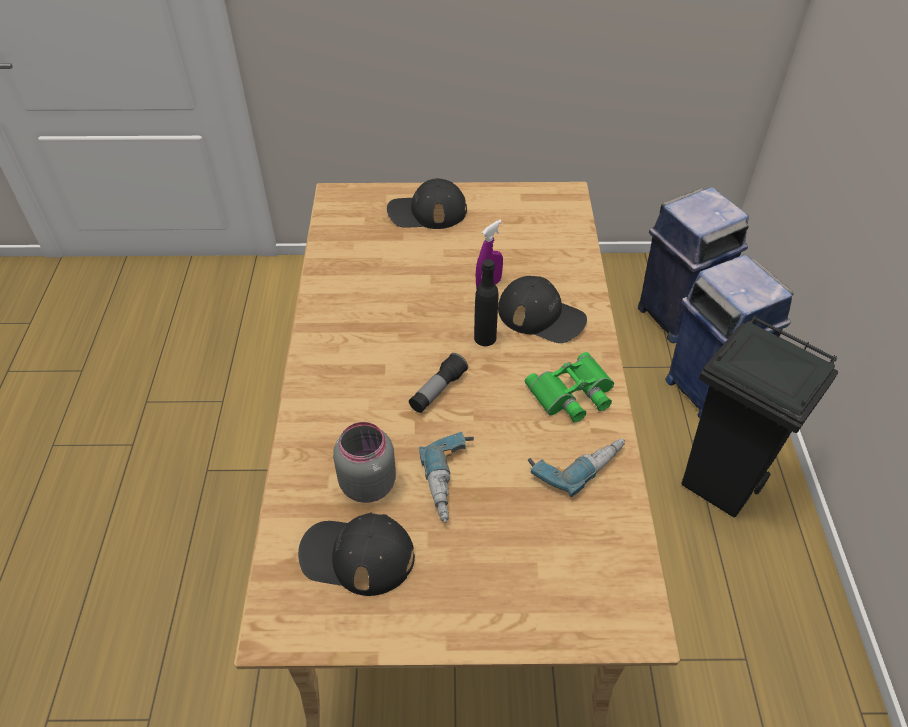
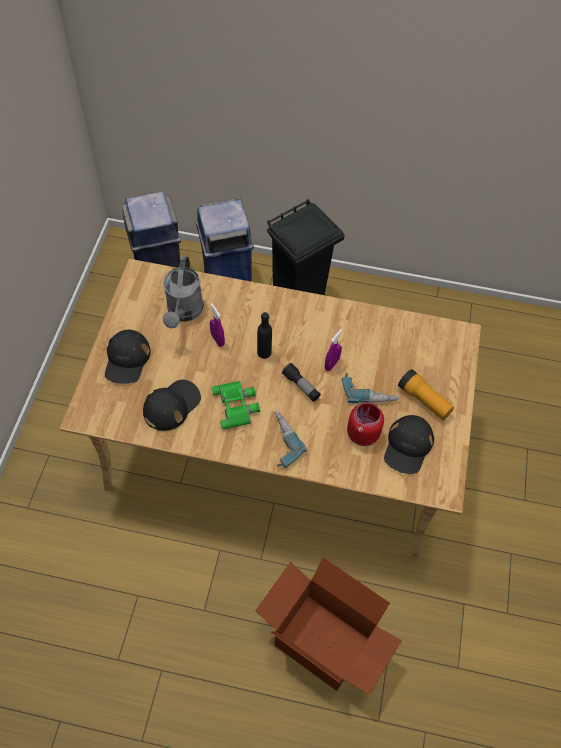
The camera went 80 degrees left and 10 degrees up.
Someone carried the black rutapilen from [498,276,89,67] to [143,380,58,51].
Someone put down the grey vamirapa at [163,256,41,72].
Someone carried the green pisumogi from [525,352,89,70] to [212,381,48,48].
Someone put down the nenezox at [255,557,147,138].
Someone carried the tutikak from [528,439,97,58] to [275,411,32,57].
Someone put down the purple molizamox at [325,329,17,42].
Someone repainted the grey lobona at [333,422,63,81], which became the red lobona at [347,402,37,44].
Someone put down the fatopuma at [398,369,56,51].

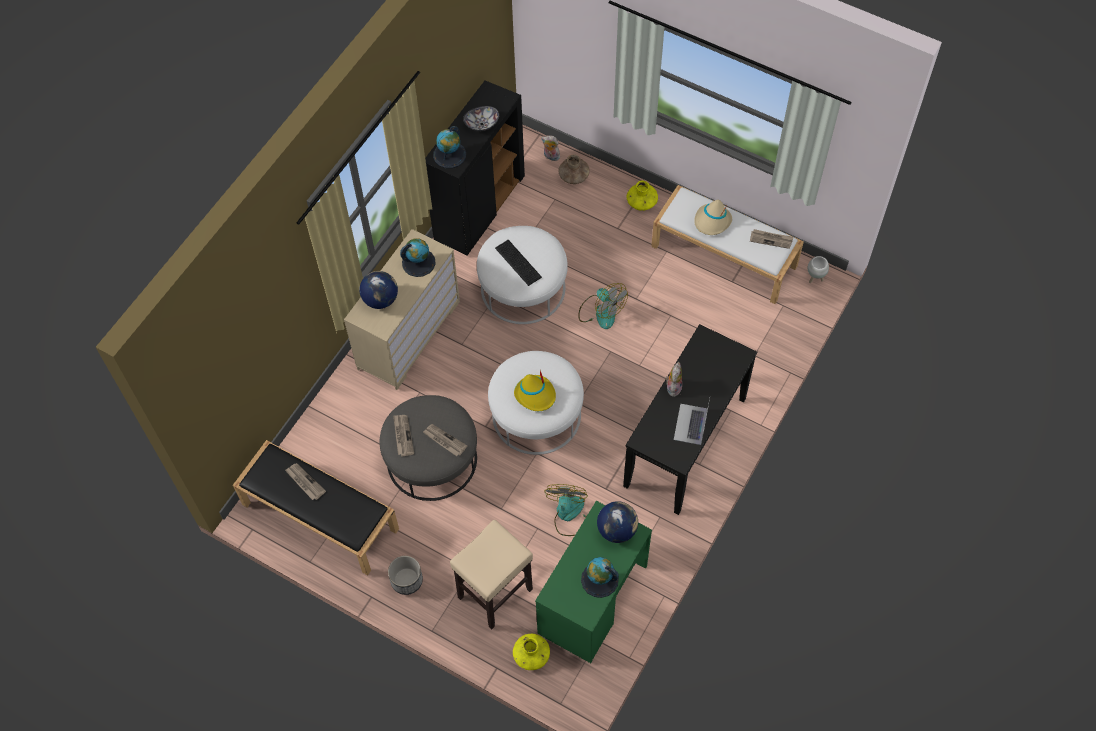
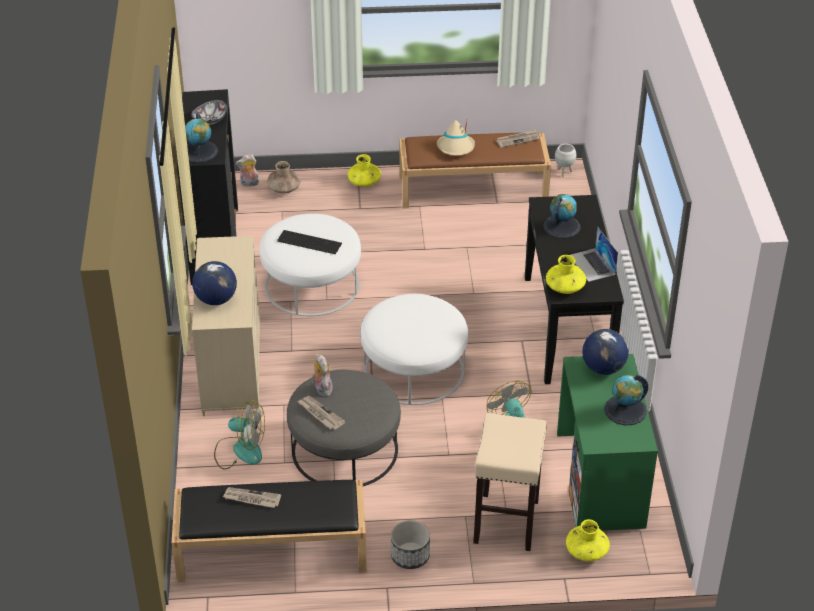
The camera went 35 degrees left and 20 degrees down.
Someone carried the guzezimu from [578,283,50,46] to [214,400,51,70].
Someone carried the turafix from [666,362,16,35] to [312,354,20,42].
Someone repainted the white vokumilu at [651,185,153,119], which became the brown vokumilu at [399,133,152,76].
Someone carried the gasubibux from [400,238,36,39] to [544,194,36,44].
Someone put down the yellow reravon at [546,255,40,39].
Someone took away the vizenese at [423,424,44,32].
Someone took away the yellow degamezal at [514,370,42,41].

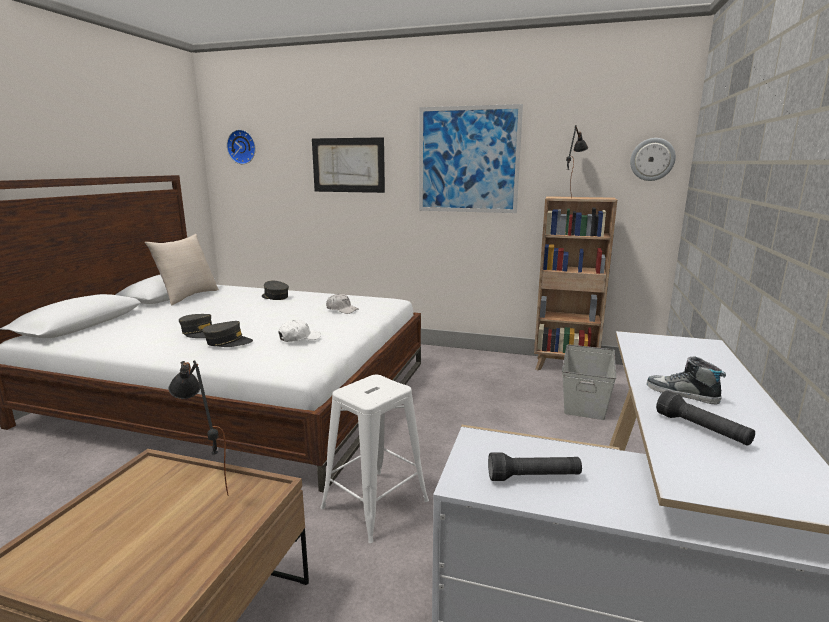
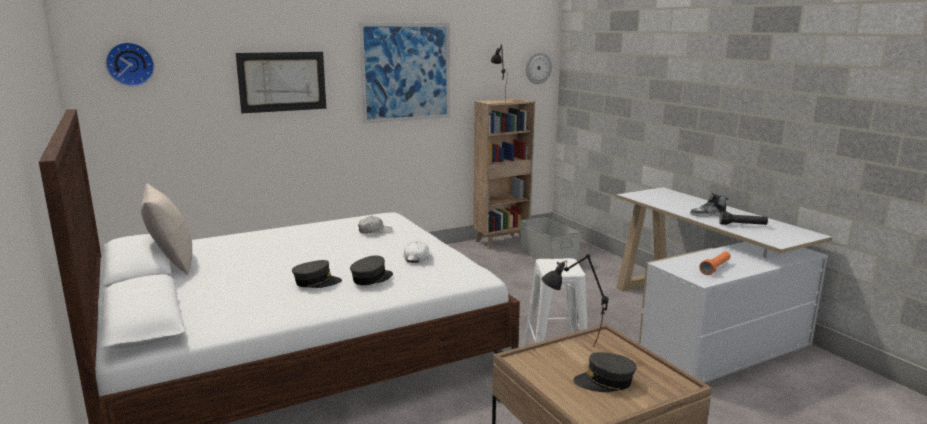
The camera went 45 degrees left and 0 degrees up.
Someone carried the grey rutapilen from [262,281,27,19] to [573,352,64,40].
Someone repainted the black fatopuma at [488,452,94,29], which became the orange fatopuma at [699,252,32,23].

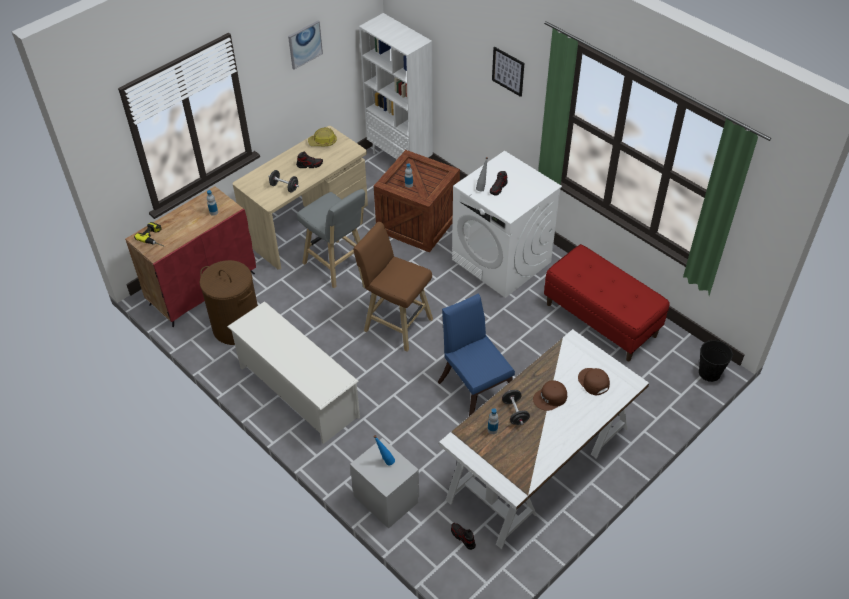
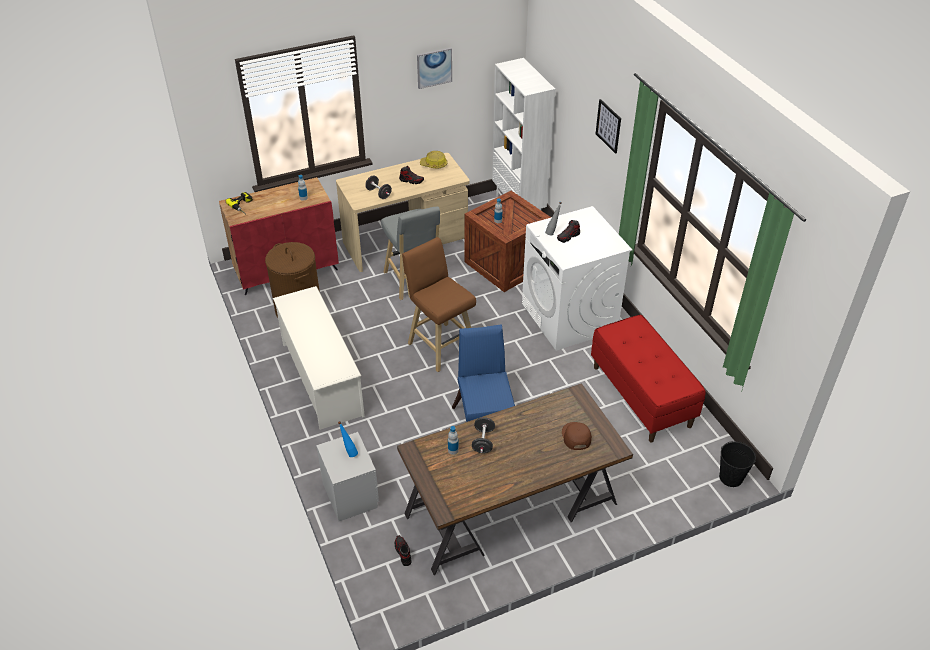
The camera went 20 degrees right and 5 degrees down.
Someone repainted the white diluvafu at [439,329,210,220], which became the brown diluvafu at [397,383,236,192].
Someone took away the brown rutapilen at [533,380,34,31].

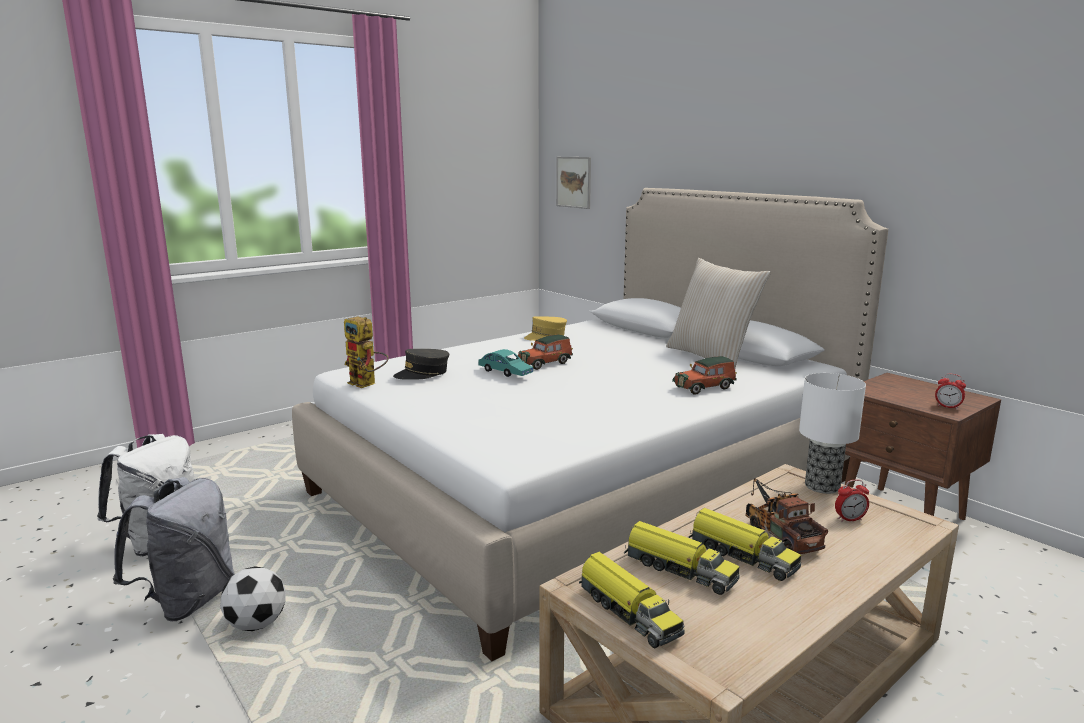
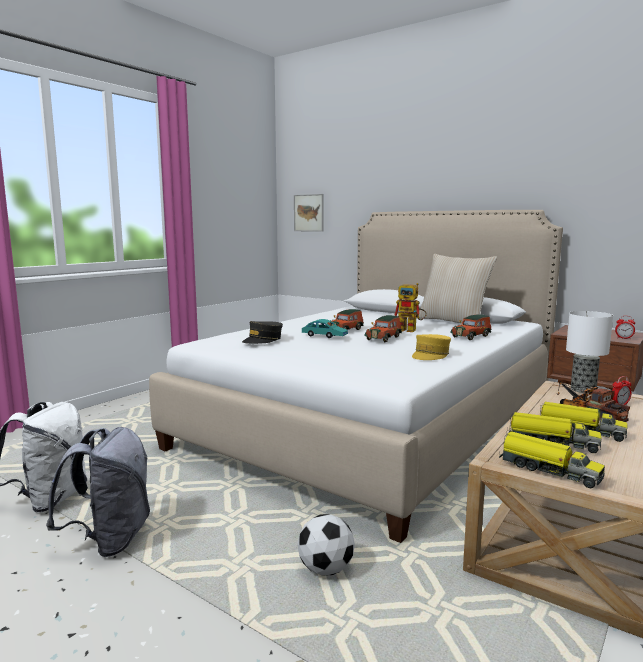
The camera went 15 degrees left and 5 degrees down.
Someone carried the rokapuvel from [220,566,66,65] to [297,514,58,61].
Someone put down the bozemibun at [364,315,38,27].
Someone carried the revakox from [344,317,44,71] to [394,283,33,49].
Someone carried the yellow rutapilen from [524,316,43,25] to [412,334,39,26].

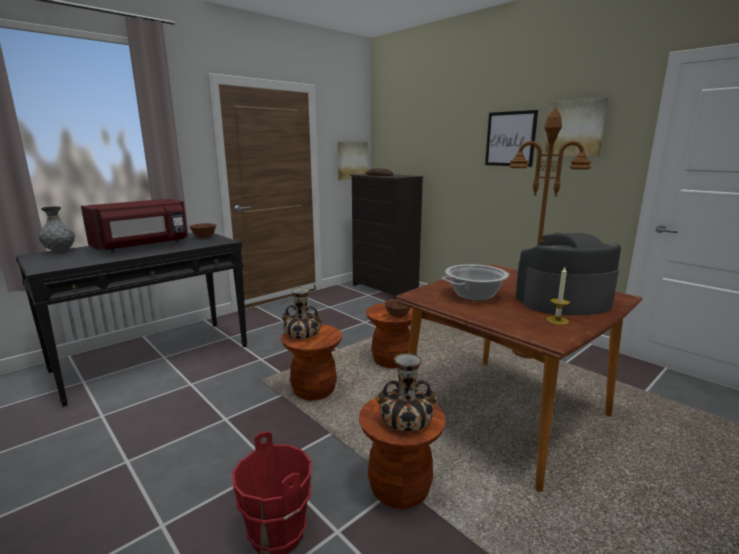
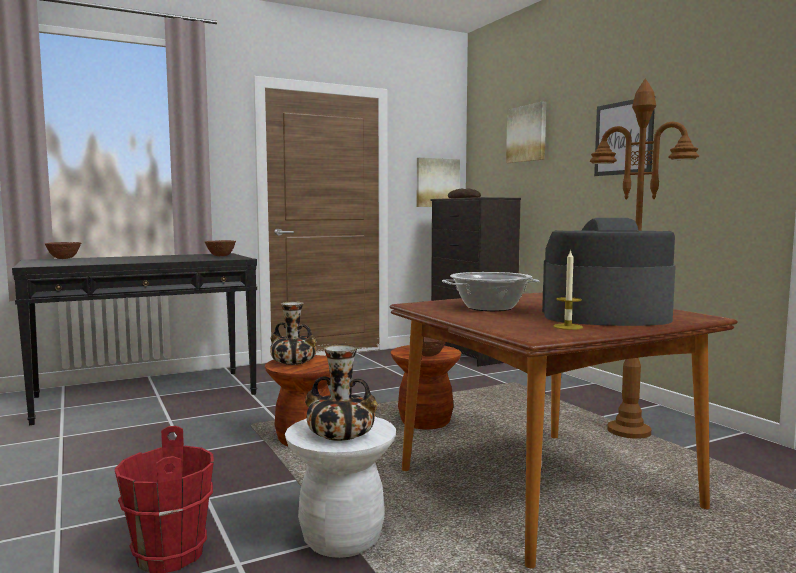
The camera went 15 degrees right and 10 degrees down.
Someone swapped the grey reravon at [39,206,36,46] for the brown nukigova at [45,242,36,17].
Someone repainted the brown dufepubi at [359,398,87,111], which became the white dufepubi at [285,417,111,141].
Someone carried the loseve from [545,97,63,59] to [506,102,40,61].
Someone took away the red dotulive at [81,199,107,53].

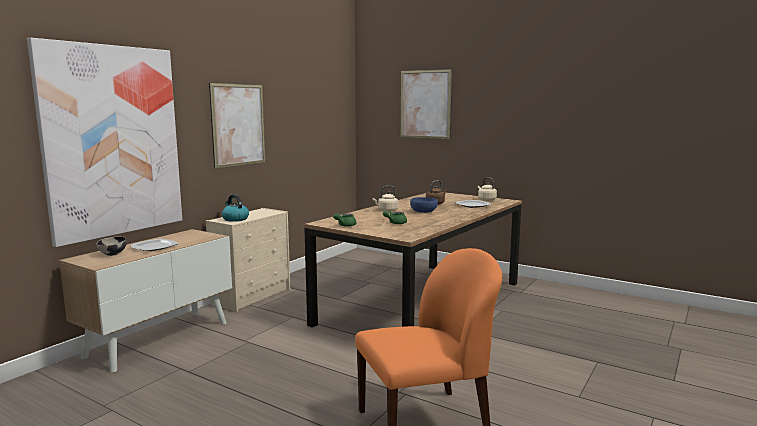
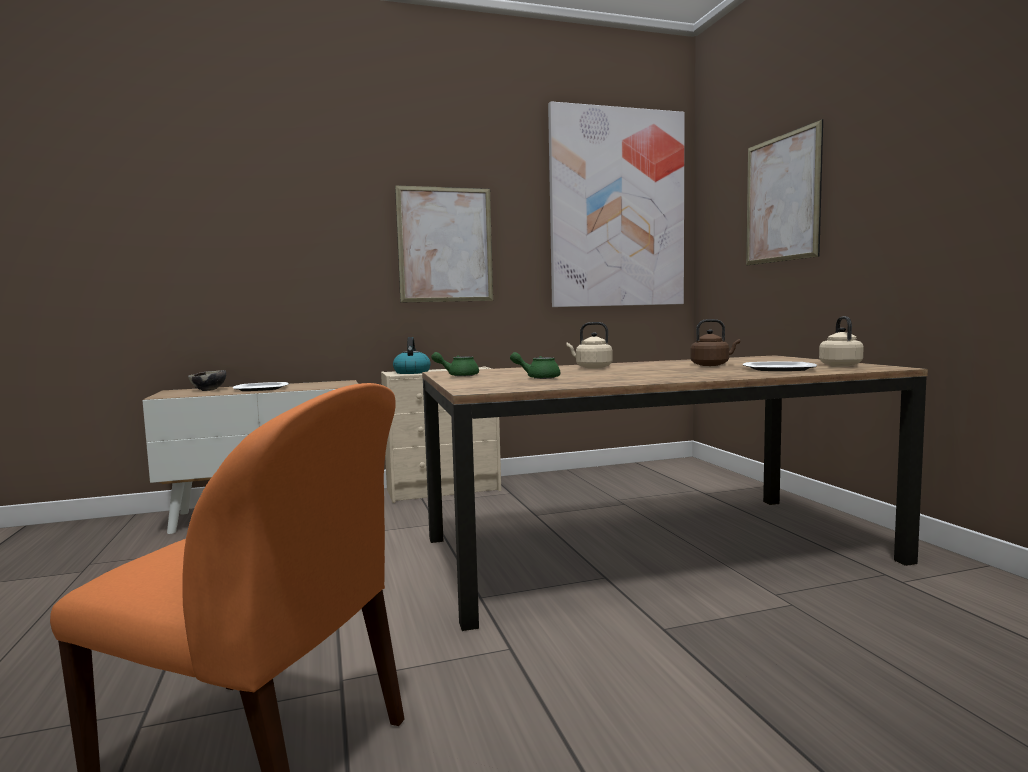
The camera went 40 degrees right and 5 degrees down.
Someone carried the loseve from [27,38,155,209] to [548,101,137,206].
Someone took away the blue nukigova at [410,197,28,16].

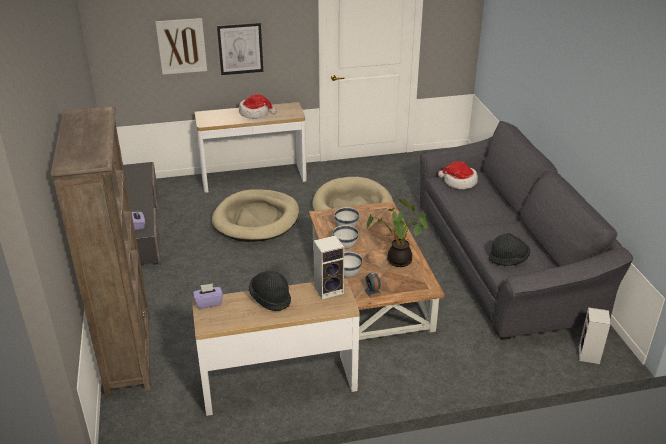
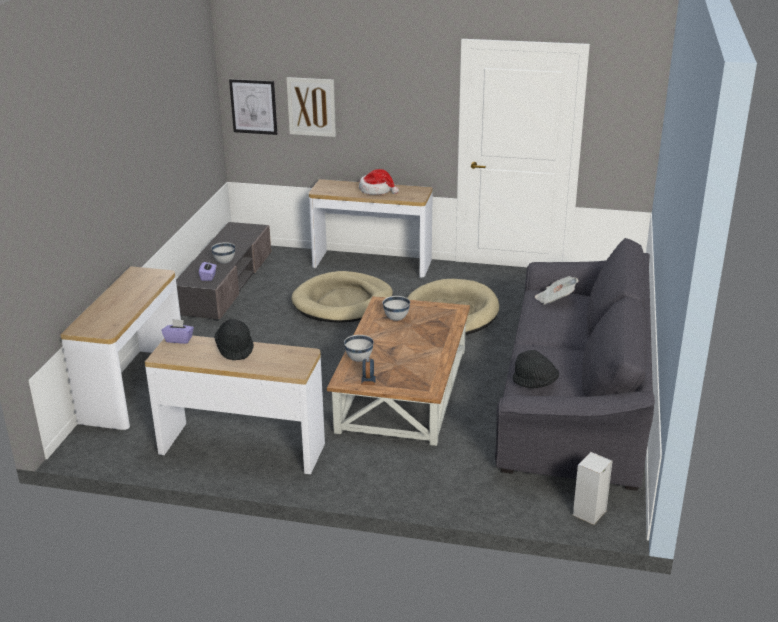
The camera went 25 degrees right and 5 degrees down.
Someone swapped the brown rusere at [51,106,100,291] for the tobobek at [60,266,121,164].
Someone carried the white nukigova from [333,225,26,24] to [211,242,24,22].
Someone carried the loseve from [217,22,46,53] to [229,79,48,56].
Someone swapped the degamezal at [438,161,40,28] for the vizenese at [535,276,44,29].
Someone took away the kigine at [313,235,31,64].
Someone took away the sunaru at [366,198,62,69].

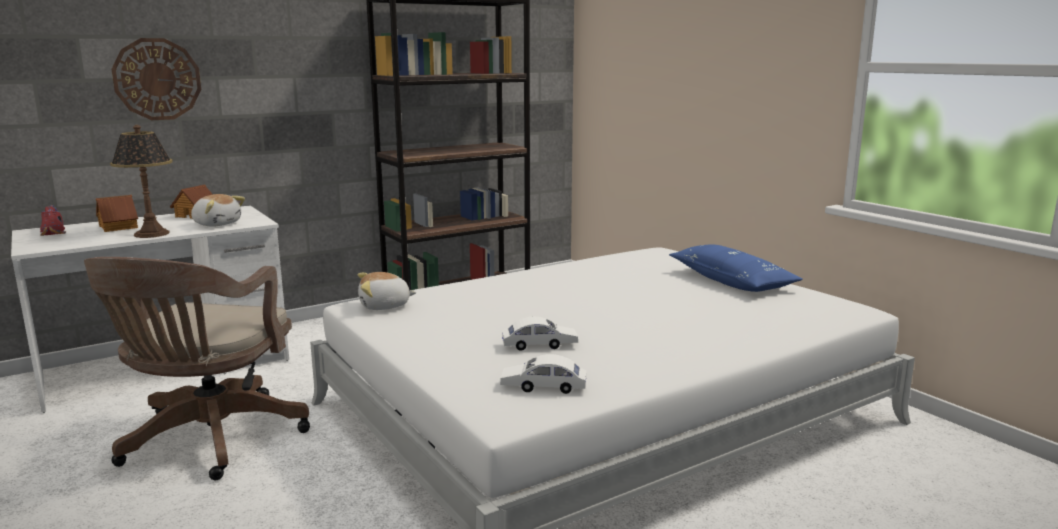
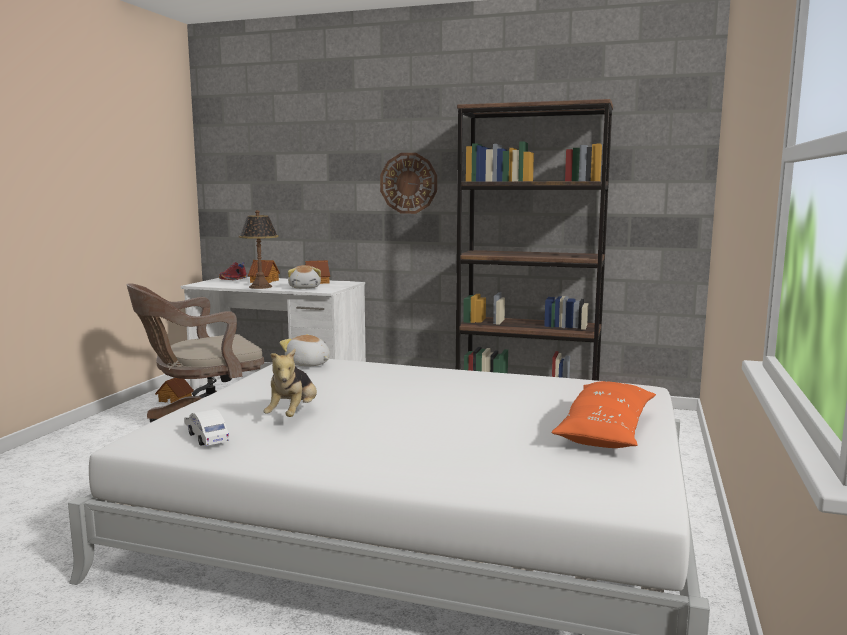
The camera went 50 degrees right and 5 degrees down.
Someone put down the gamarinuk at [155,378,39,25].
Someone swapped the white bozemibun at [502,317,76,34] for the turafix at [264,349,53,68].
Someone carried the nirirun from [111,38,90,82] to [380,153,57,61].
Someone repainted the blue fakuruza at [669,244,134,48], which became the orange fakuruza at [552,381,104,67].

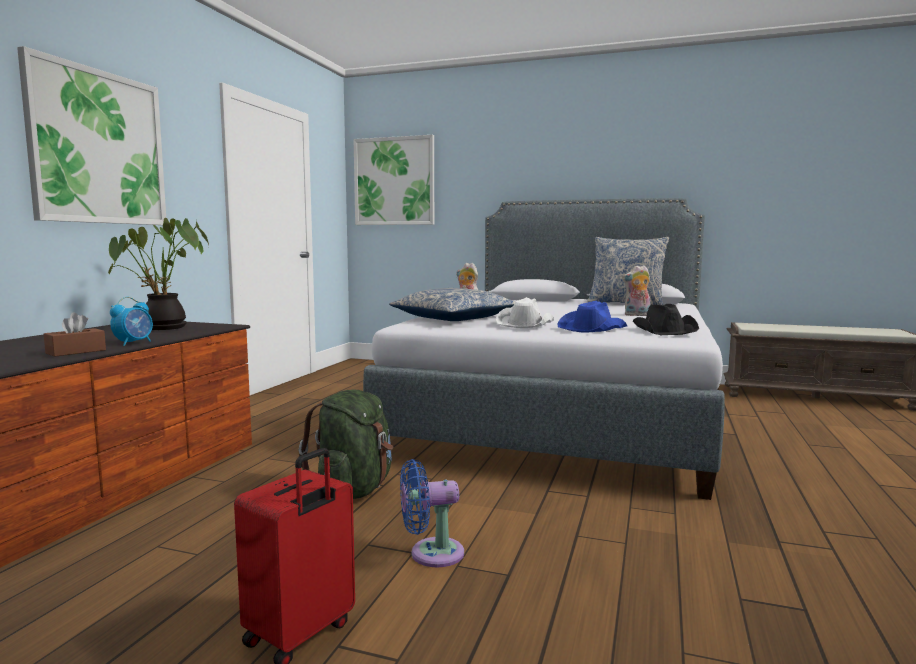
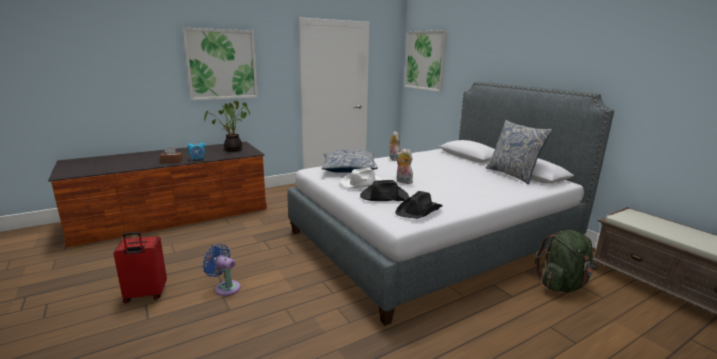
The camera went 40 degrees right and 10 degrees up.
Someone repainted the blue degamezal at [558,301,69,32], which became the black degamezal at [360,180,49,21].
Someone carried the turafix from [622,265,29,51] to [395,149,18,35].
Someone carried the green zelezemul from [299,389,94,110] to [534,230,59,62].

